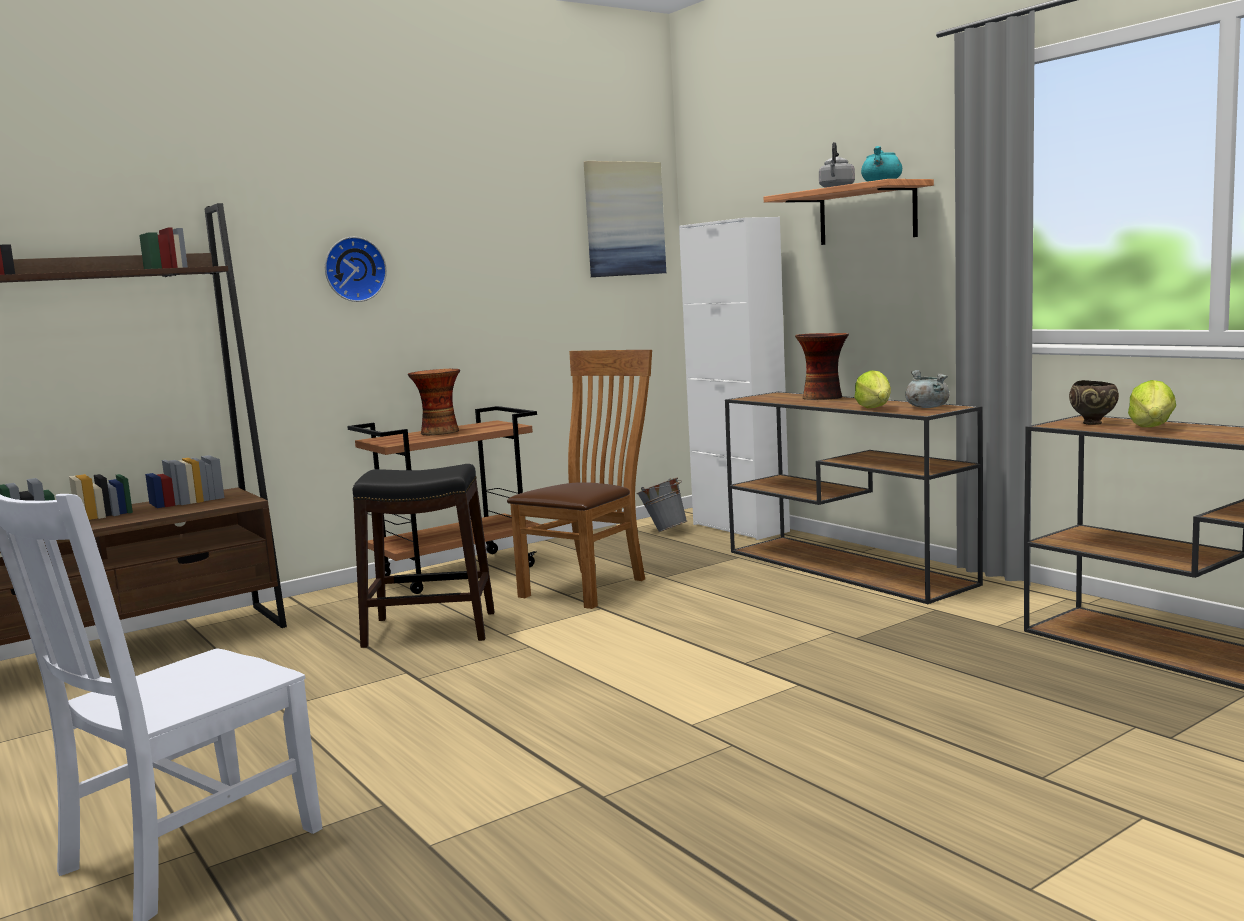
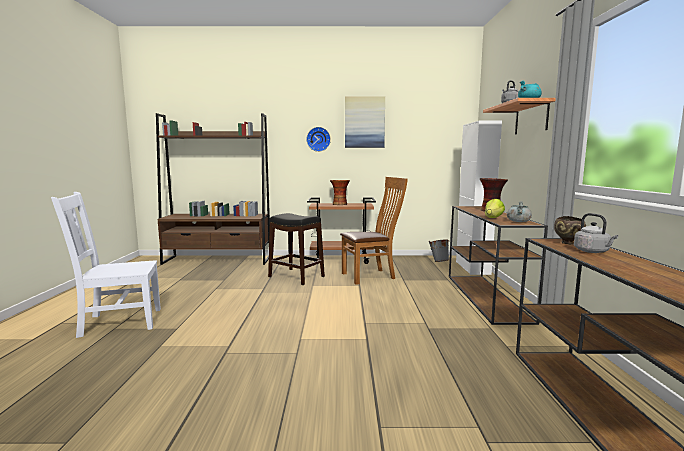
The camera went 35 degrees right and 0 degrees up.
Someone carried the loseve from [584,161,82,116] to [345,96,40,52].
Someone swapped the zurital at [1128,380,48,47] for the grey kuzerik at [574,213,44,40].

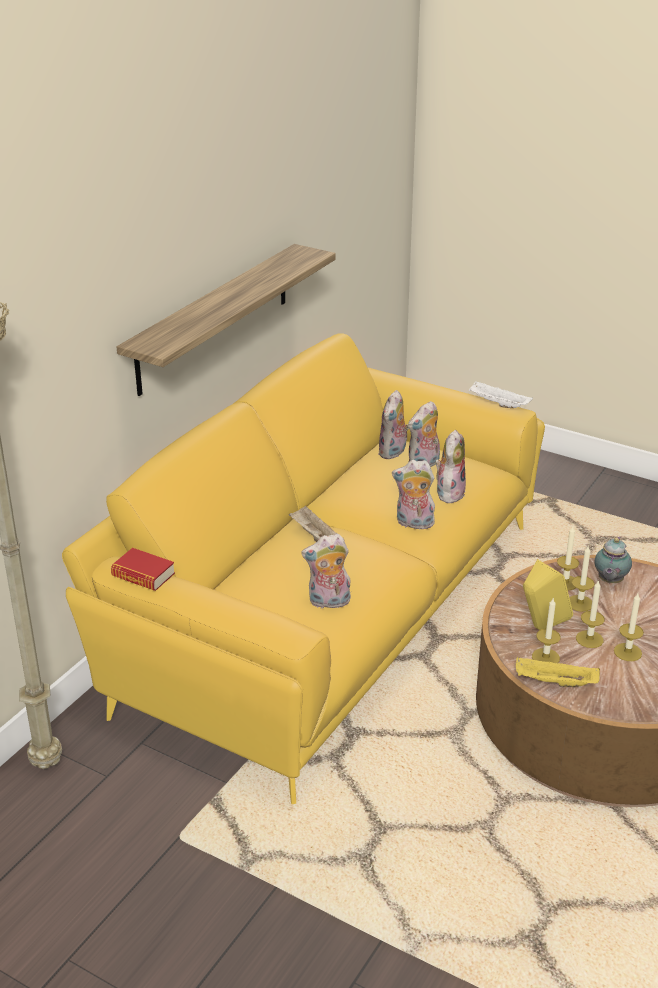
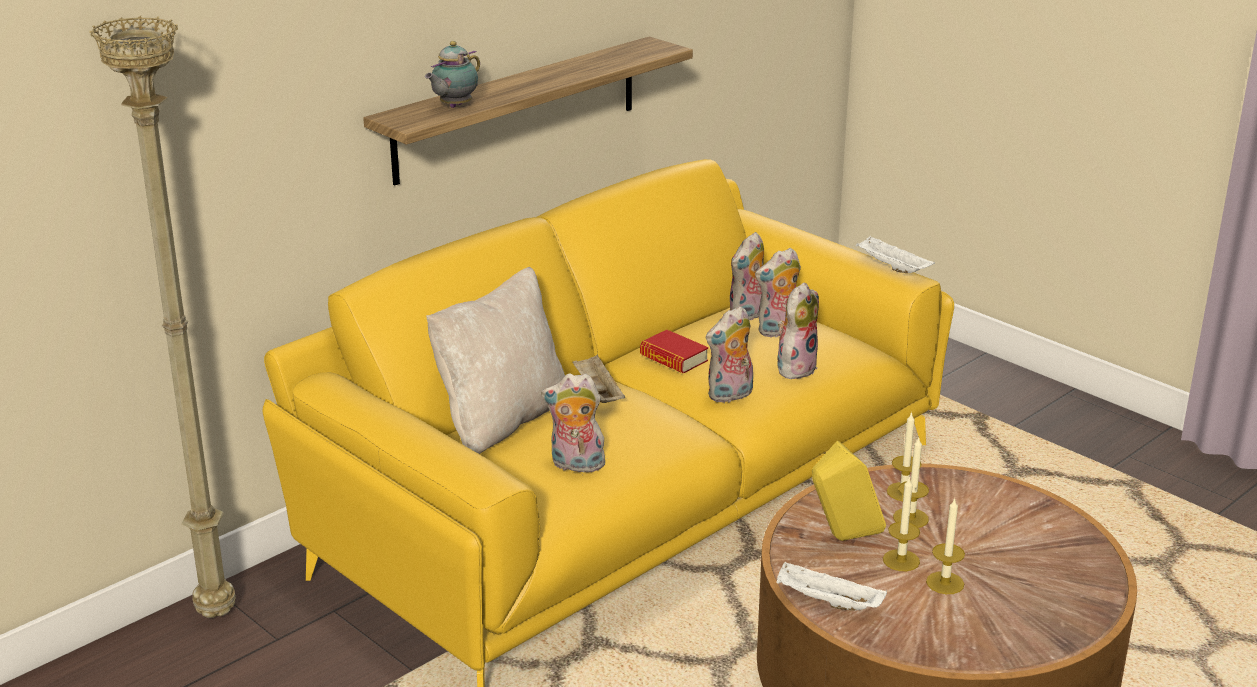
The camera went 15 degrees right and 5 degrees down.
Someone carried the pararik from [595,537,37,46] to [425,41,55,67].
Someone put down the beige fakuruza at [426,267,139,187].
Someone carried the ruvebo from [111,548,64,43] to [640,330,68,44].
Someone rotated the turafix at [392,460,43,69] by 60 degrees counterclockwise.
Someone repainted the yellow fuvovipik at [516,657,84,30], which became the white fuvovipik at [776,561,111,50].
Someone took away the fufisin at [532,599,29,64].

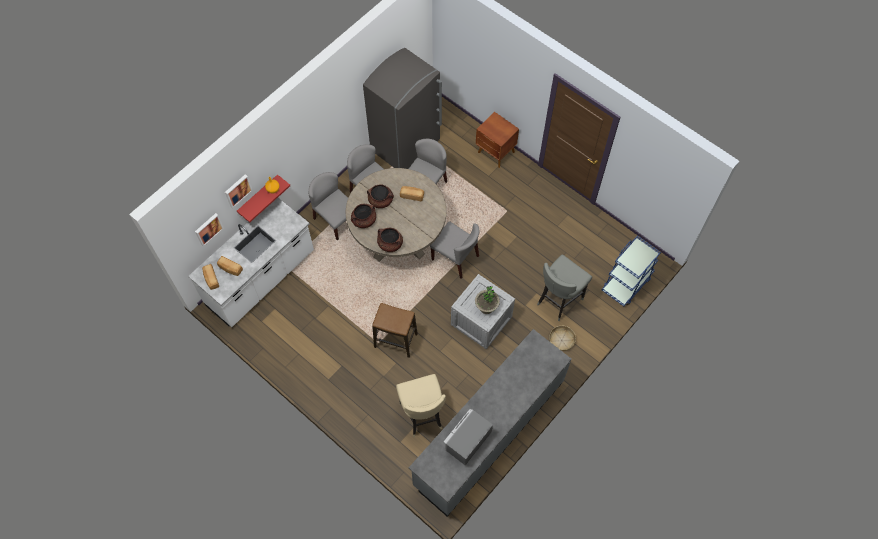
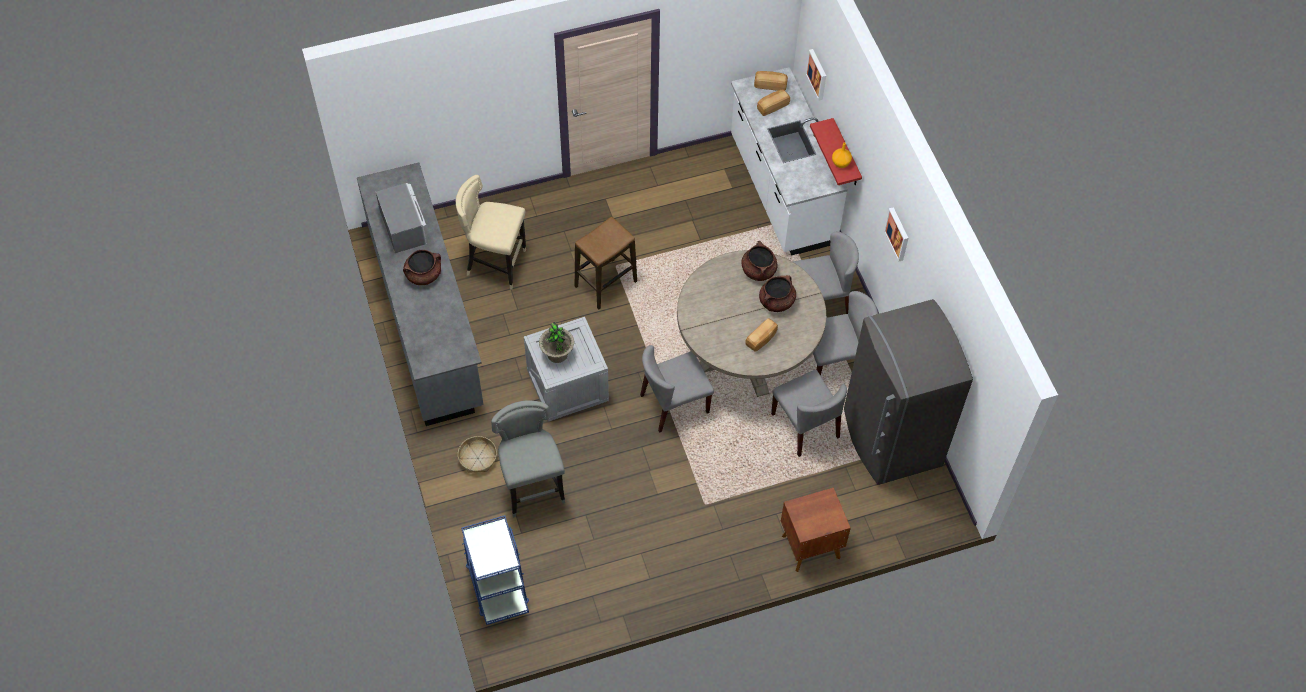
The camera went 120 degrees right and 5 degrees down.
Someone carried the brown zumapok from [377,228,26,24] to [403,250,38,35].
Someone carried the loseve from [225,174,28,34] to [884,207,24,54].

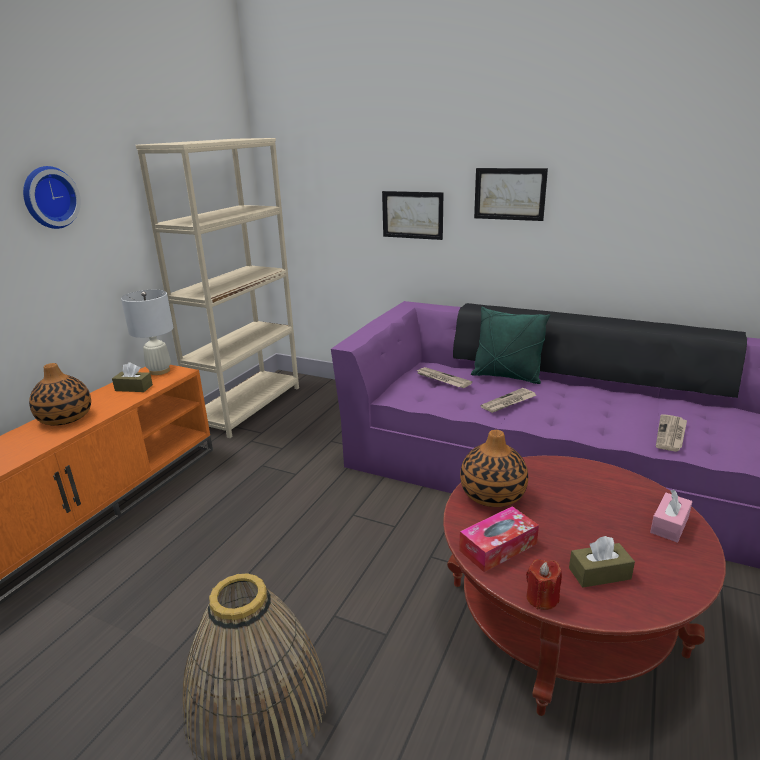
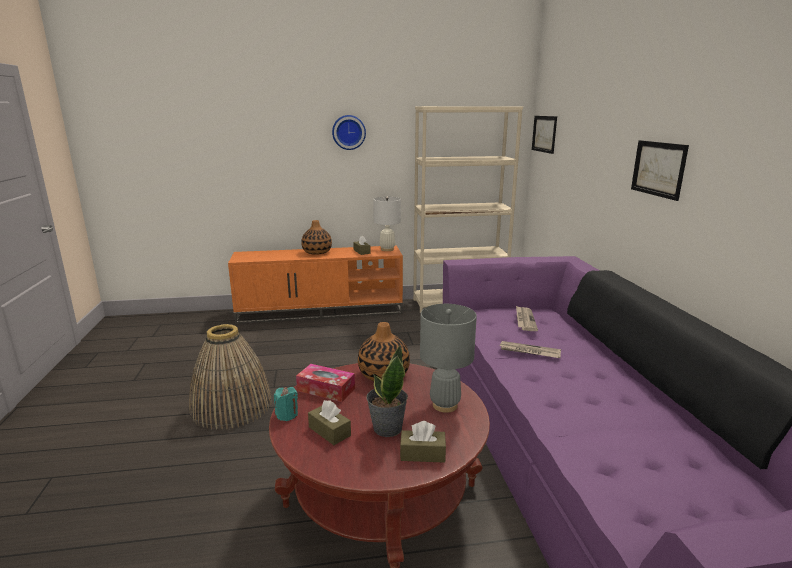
The camera went 55 degrees right and 5 degrees down.
Someone repainted the red fufisin at [526,559,36,51], which became the turquoise fufisin at [274,387,24,34].
Someone put down the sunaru at [366,345,42,92].
Someone repainted the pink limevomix at [650,490,43,52], which became the brown limevomix at [400,421,46,42].
Someone put down the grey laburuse at [420,304,57,109].
Someone carried the loseve from [382,191,61,49] to [532,116,25,38].
Someone took away the green fakuruza at [471,307,79,77].
Someone took away the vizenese at [656,414,31,38].

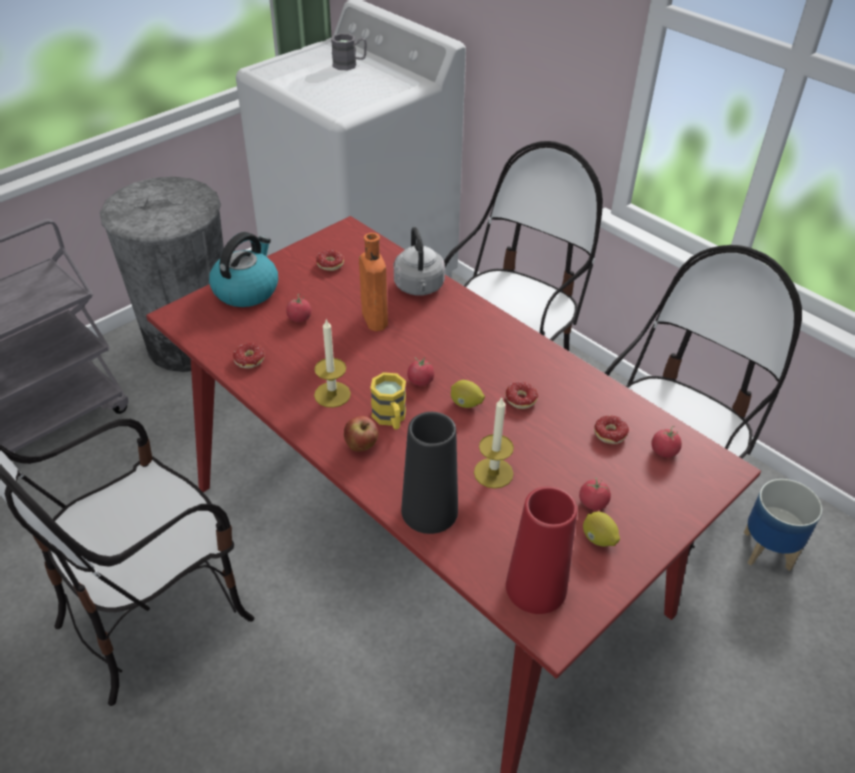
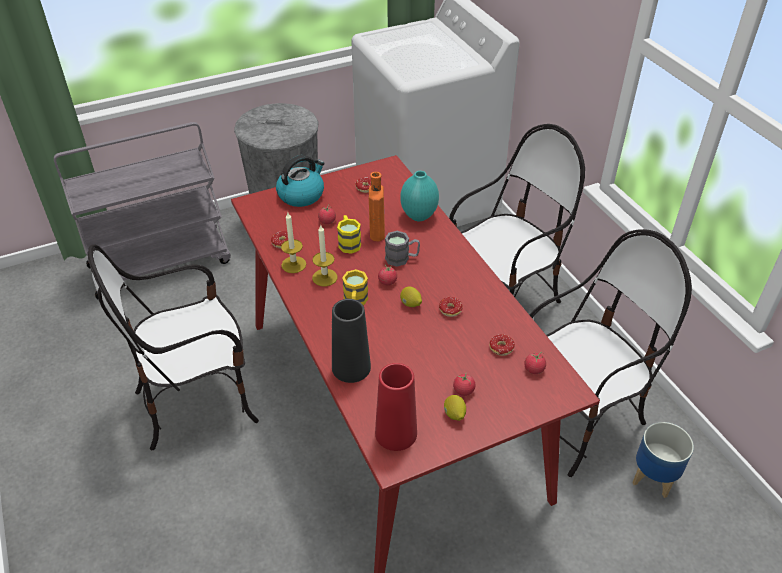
The camera went 20 degrees right and 0 degrees up.
Someone carried the fufisin from [474,396,40,93] to [281,213,25,60].
Someone put down the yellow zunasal at [337,215,24,39].
Someone carried the grey zunasal from [331,33,36,38] to [385,231,35,36].
Someone swapped the grey kuzerik at [394,227,51,69] for the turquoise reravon at [400,171,39,50].
Someone took away the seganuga at [344,416,34,36].

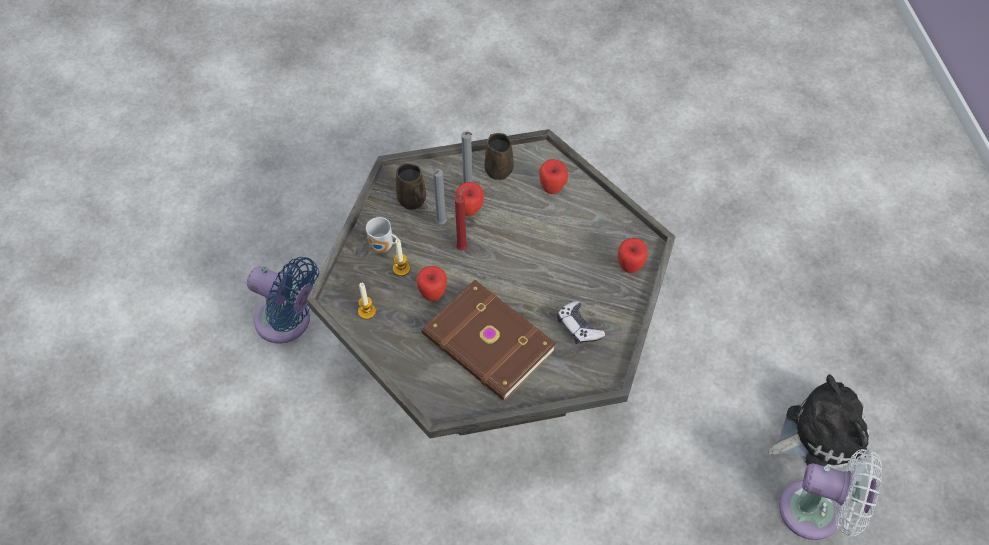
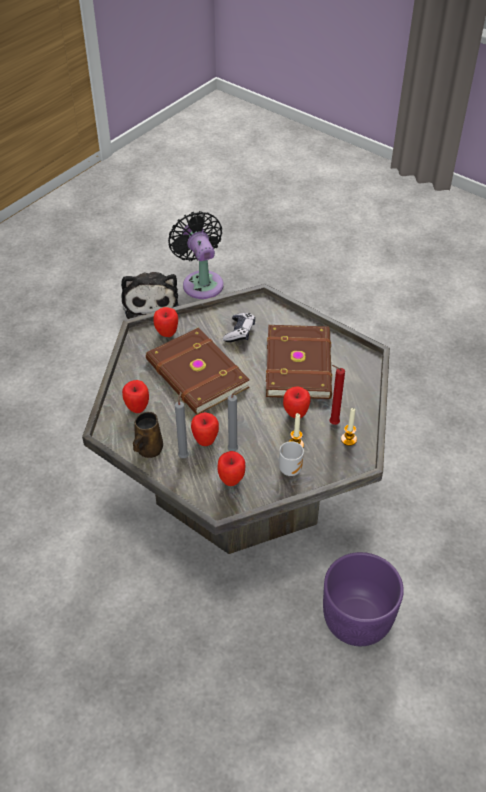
The camera went 130 degrees left and 10 degrees down.
Someone rotated the turafix at [769,375,100,93] by 135 degrees counterclockwise.
Someone put down the brown ruvebo at [146,327,104,88].
Someone repainted the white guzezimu at [779,449,103,91], which became the black guzezimu at [168,211,55,88].
Someone swapped the brown zunasal at [396,163,30,47] for the seganuga at [217,451,28,35].
Someone swapped the blue guzezimu at [247,257,72,87] for the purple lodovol at [323,552,81,94].
Someone carried the red fufisin from [455,186,13,64] to [329,365,16,60].

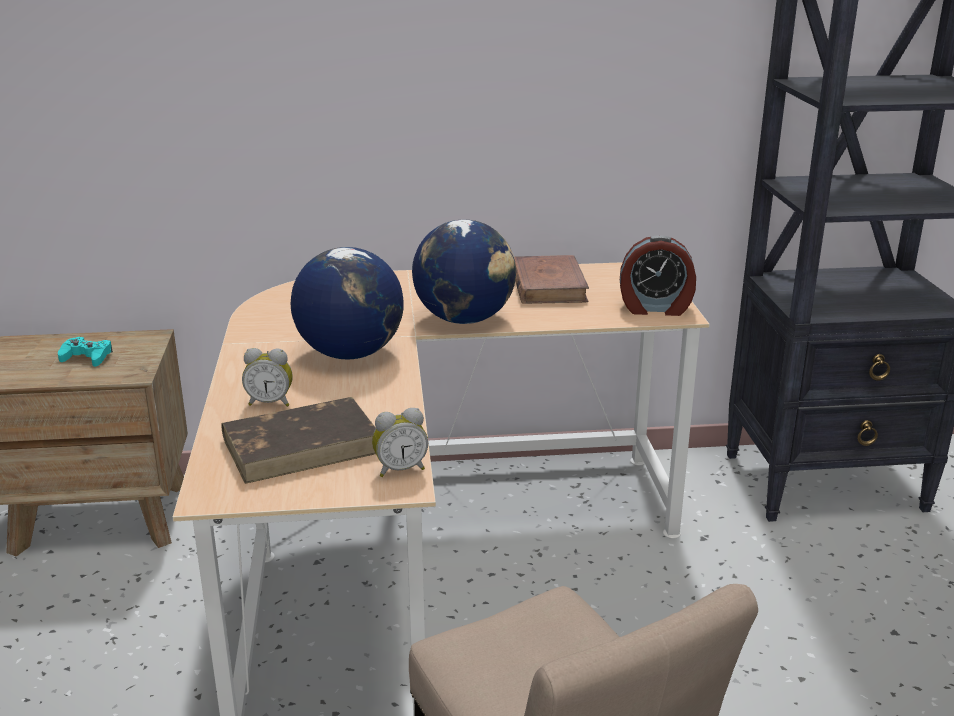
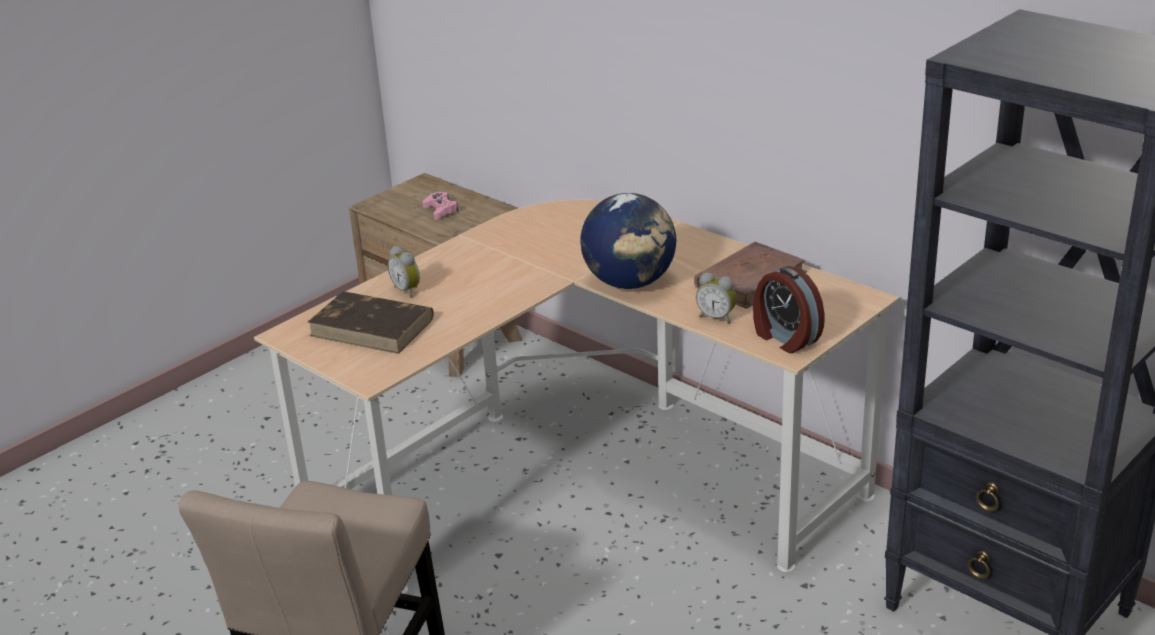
The camera went 50 degrees right and 5 degrees up.
Someone repainted the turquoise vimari at [58,337,55,30], which became the pink vimari at [422,192,37,28].
Someone carried the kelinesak from [372,408,56,69] to [696,272,41,52].
Someone took away the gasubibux at [291,247,113,112].

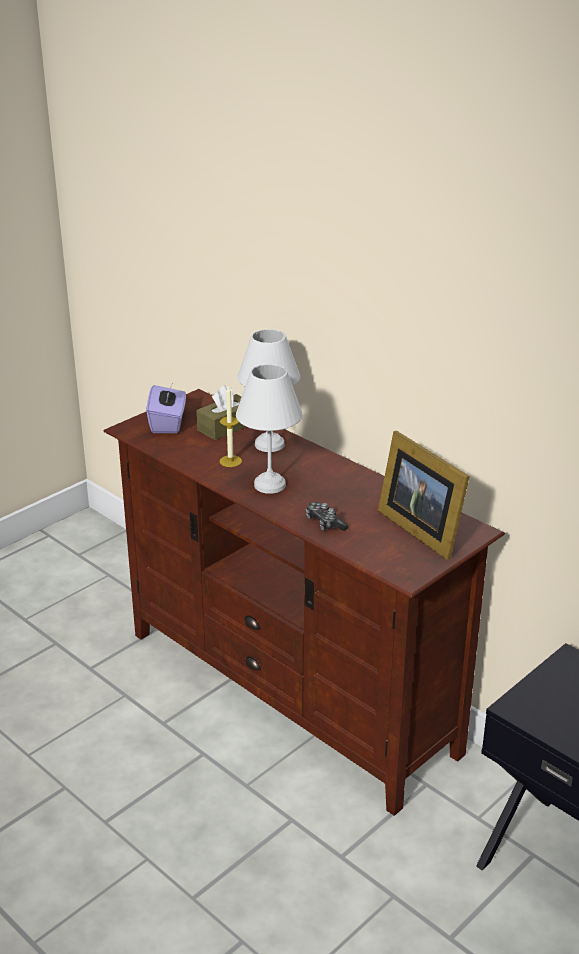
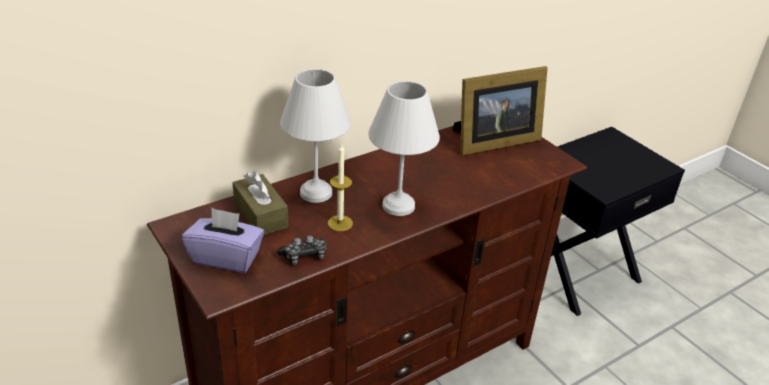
The camera went 80 degrees left and 5 degrees up.
Someone carried the vimari from [306,502,42,29] to [277,235,50,30].

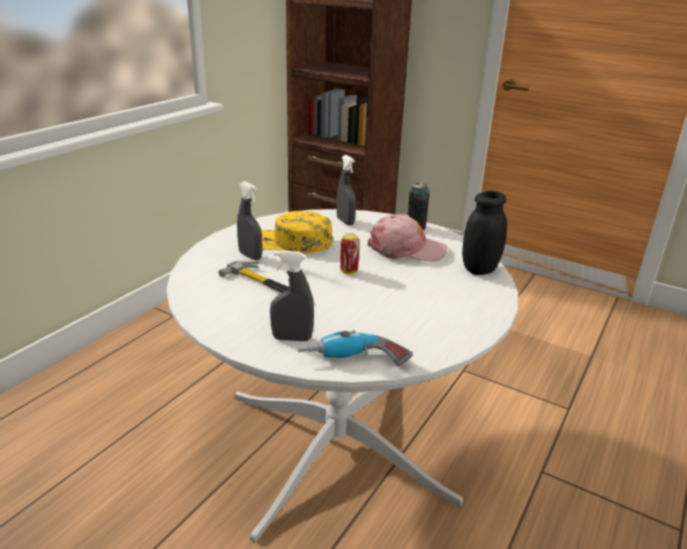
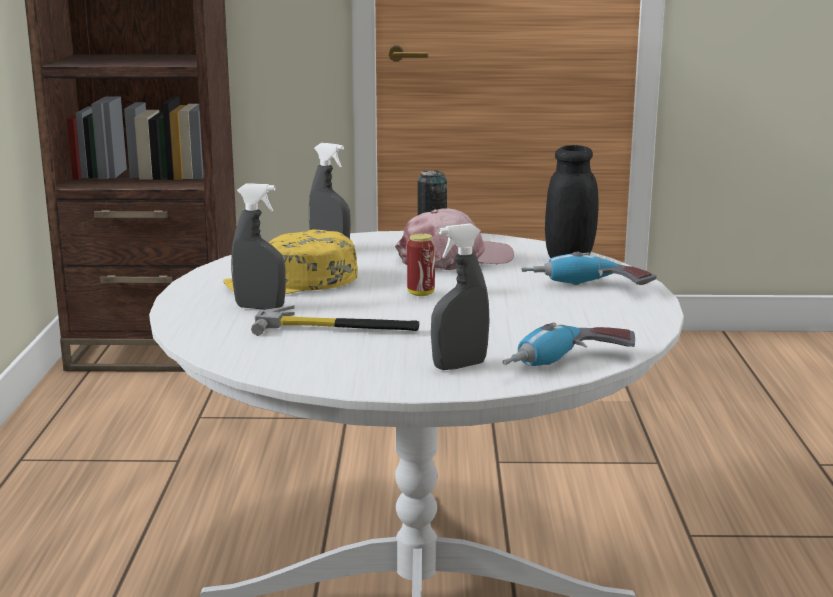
The camera went 30 degrees left and 10 degrees down.
Someone put down the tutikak at [522,251,135,34].

